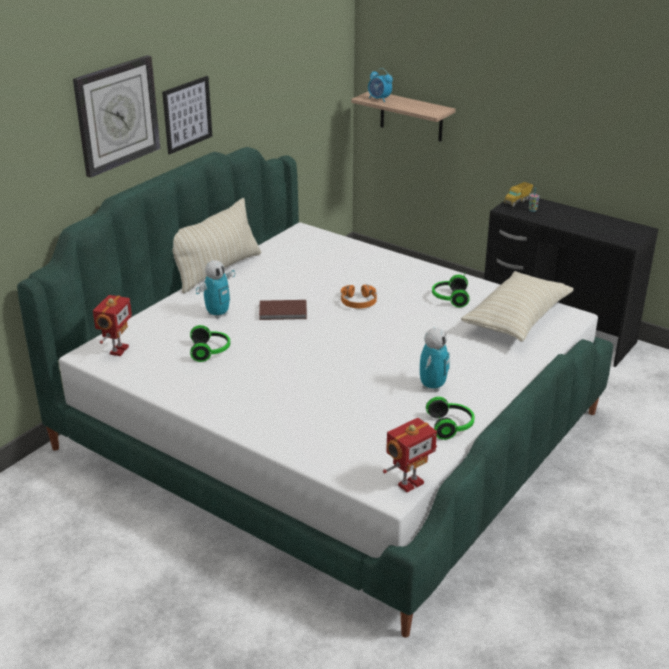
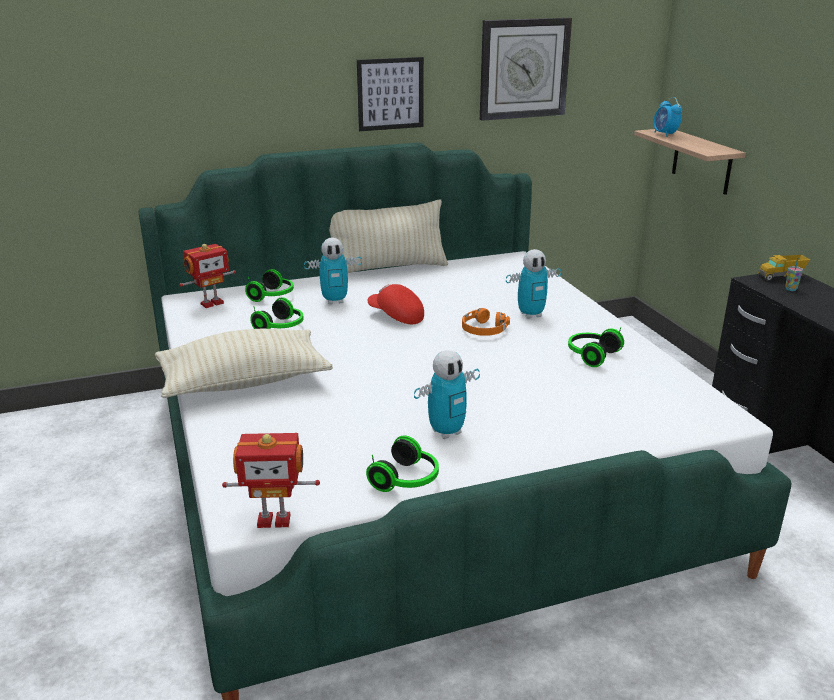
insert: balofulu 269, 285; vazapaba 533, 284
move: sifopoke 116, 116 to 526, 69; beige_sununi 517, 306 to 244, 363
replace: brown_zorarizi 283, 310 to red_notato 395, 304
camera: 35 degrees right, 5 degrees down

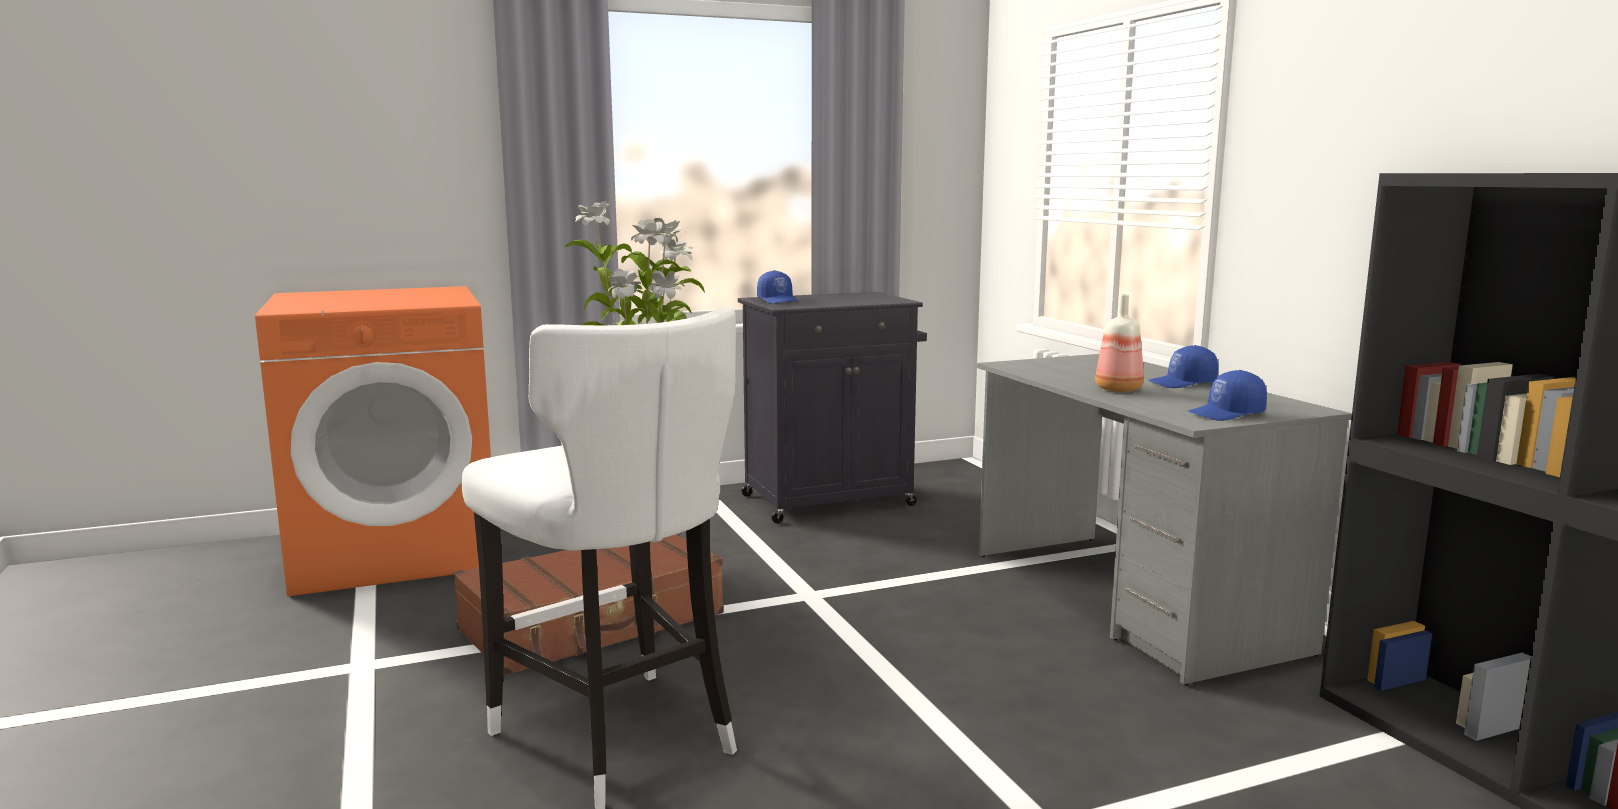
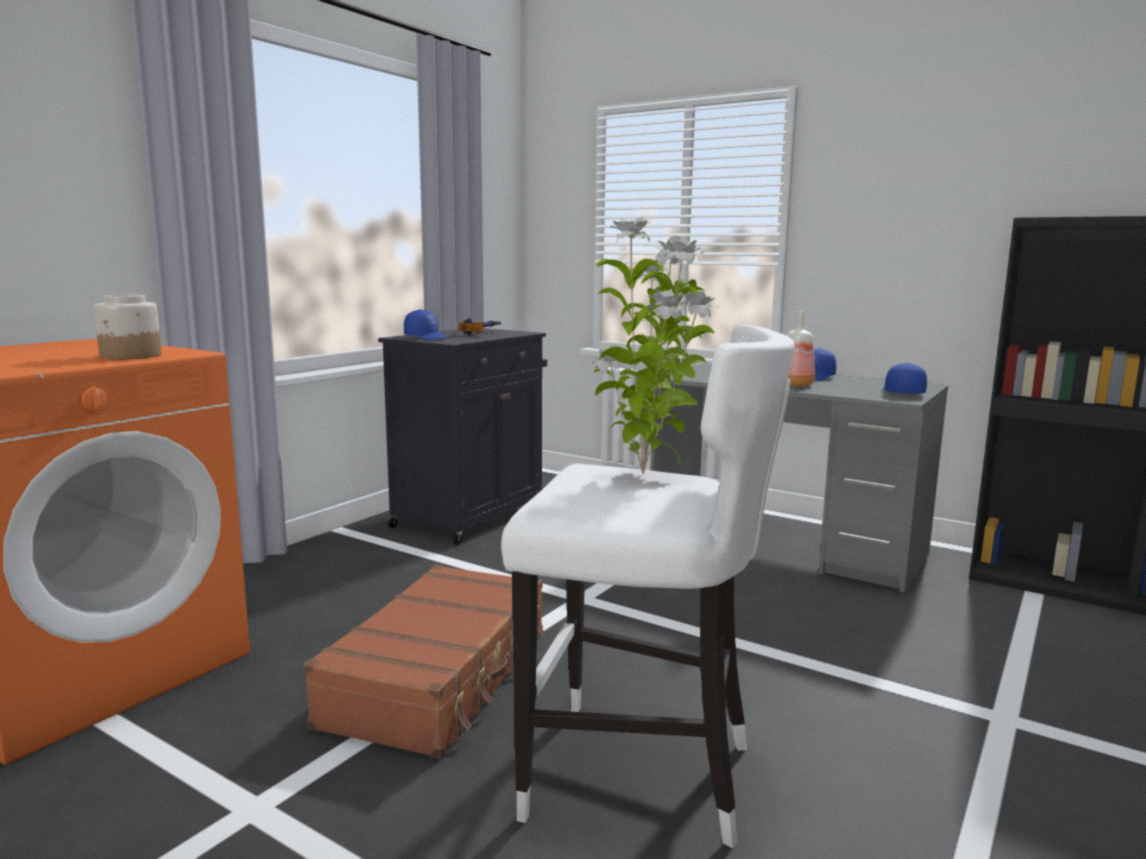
insert: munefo 127, 326; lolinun 480, 326
rotate: blue_notato 1227, 395 = 904, 378 150 degrees clockwise
camera: 35 degrees left, 0 degrees up

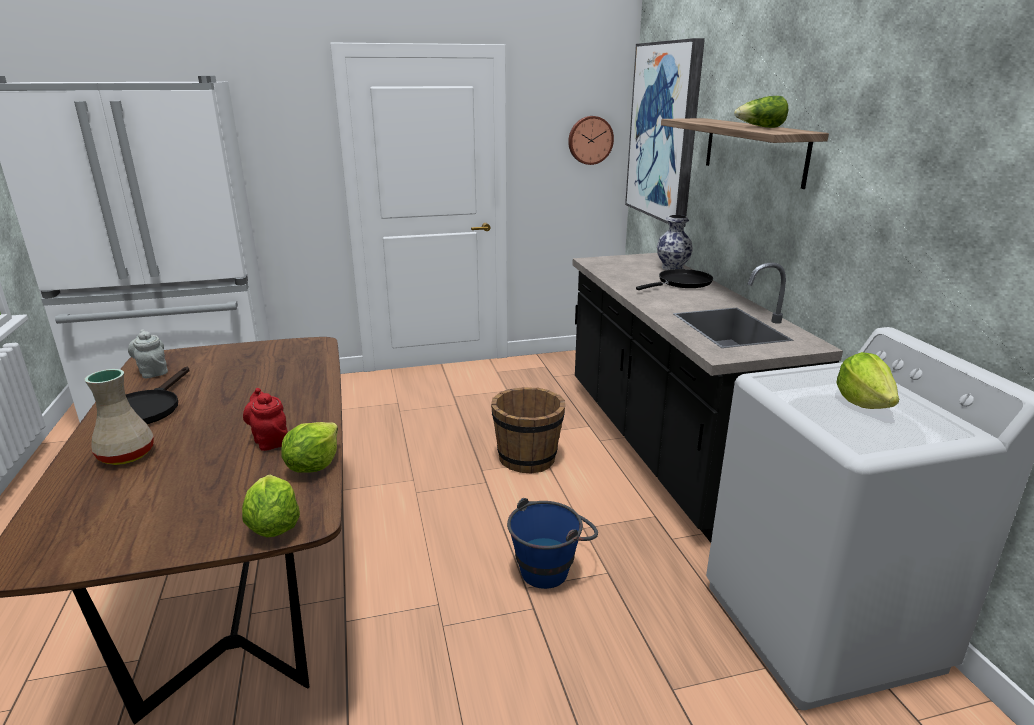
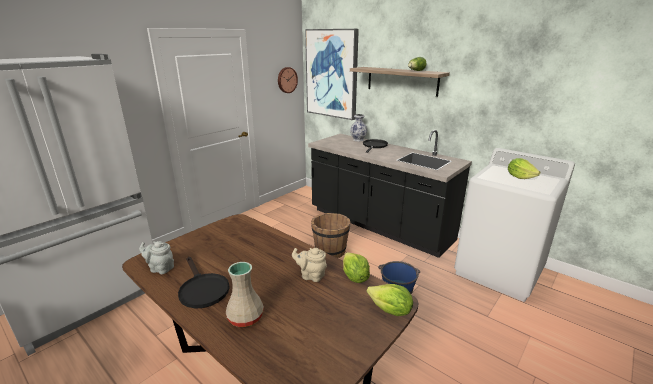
recolor: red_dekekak 265, 419 to beige_dekekak 309, 265
camera: 35 degrees left, 0 degrees up

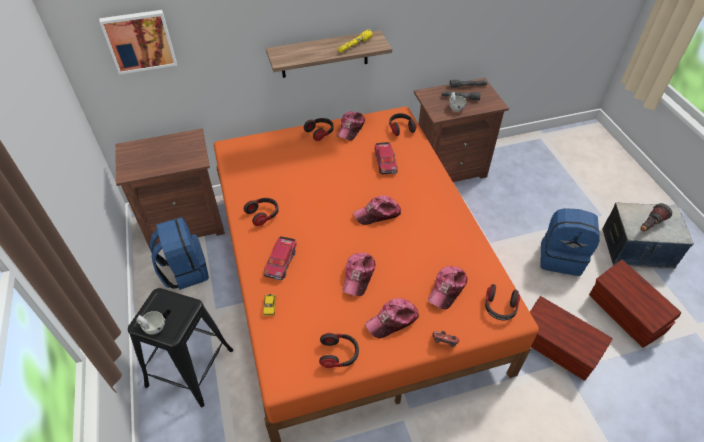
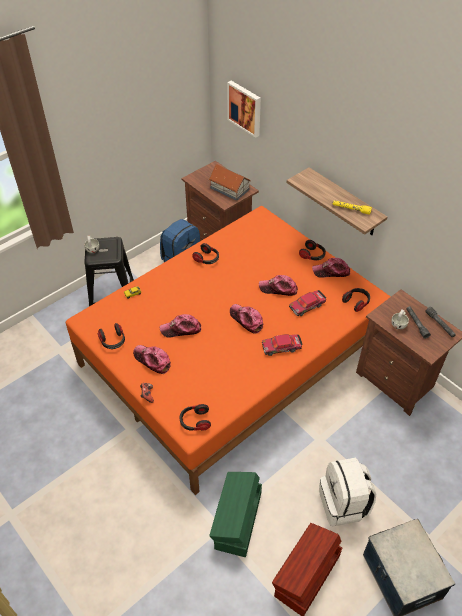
delete: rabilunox 656, 217
insert: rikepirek 230, 182
move: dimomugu 280, 258 to 282, 345; notato 447, 288 to 278, 285
recolor: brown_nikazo 571, 338 to green_nikazo 235, 514; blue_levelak 570, 242 to white_levelak 347, 492
camera: 65 degrees right, 0 degrees up

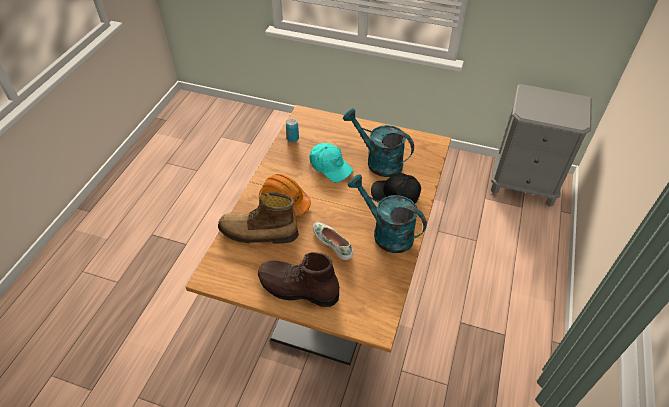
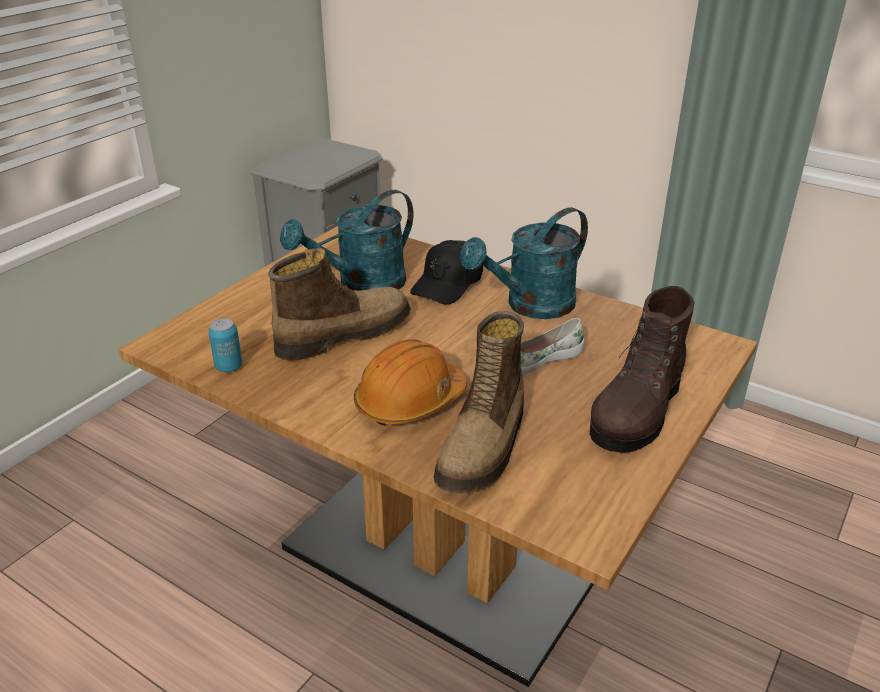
replace: turquoise_notato 331, 163 to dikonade 339, 304
camera: 75 degrees left, 15 degrees down

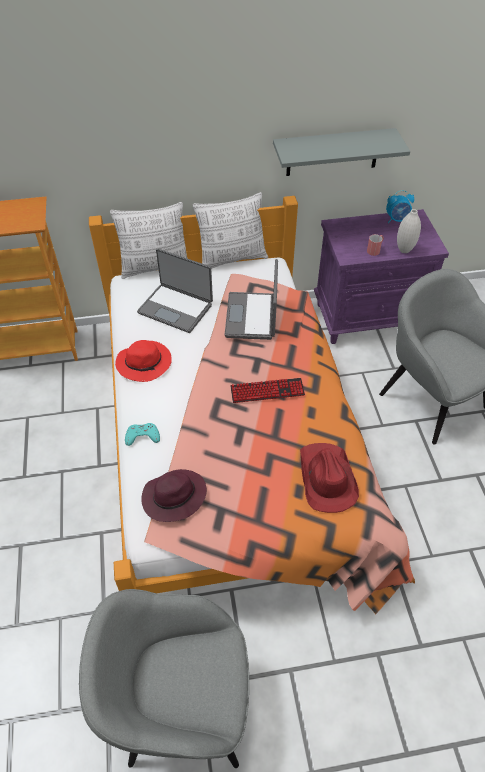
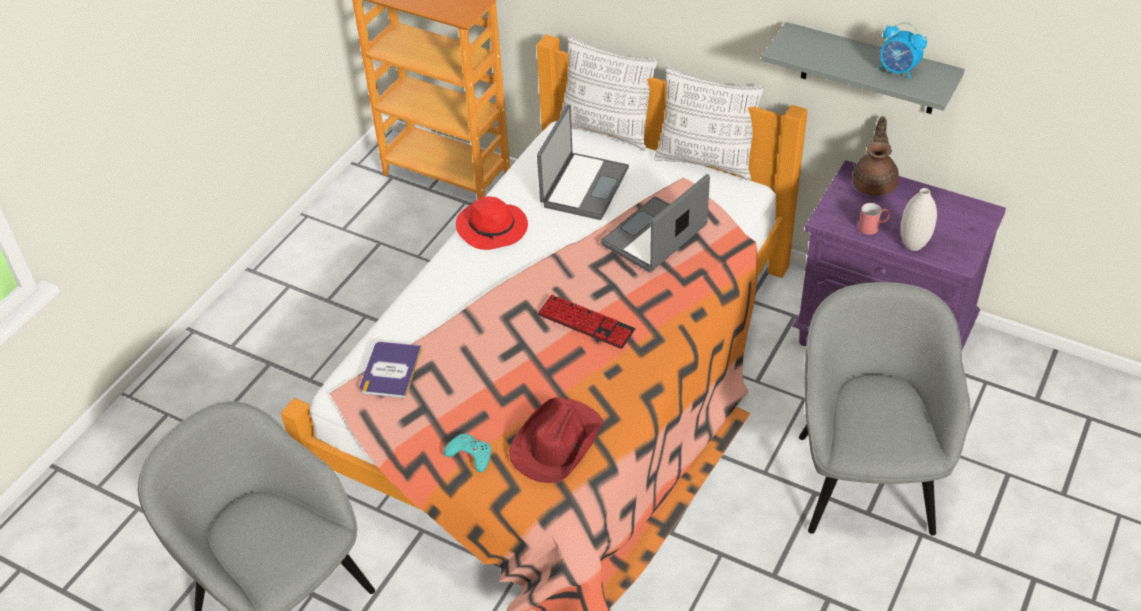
insert: brown_dekekak 875, 156
move: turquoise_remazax 142, 434 to 468, 453; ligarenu 400, 206 to 903, 50
replace: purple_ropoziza 174, 495 to zorarizi 391, 370
rotate: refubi 175, 291 = 583, 162 135 degrees counterclockwise
camera: 40 degrees right, 5 degrees down

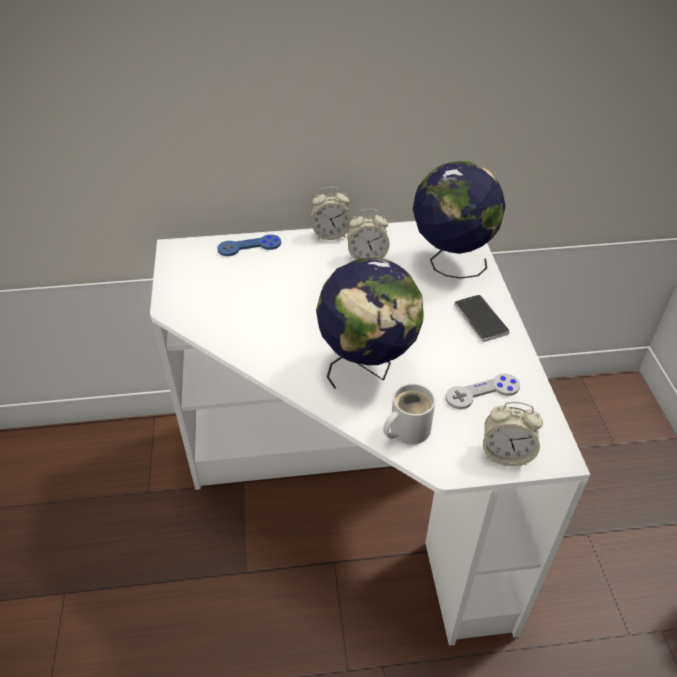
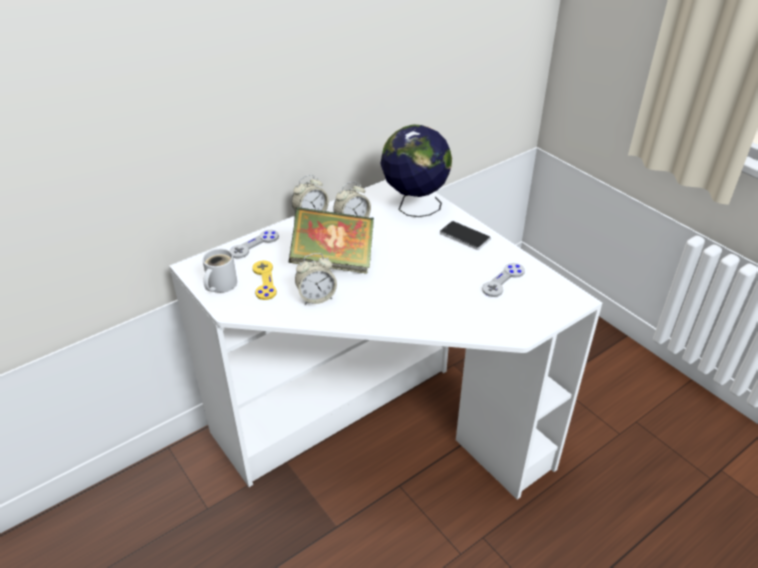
delete: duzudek 370, 323
insert: yellow_remazax 264, 280; zorarizi 331, 240
move: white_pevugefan 409, 413 to 219, 271; ligarenu 513, 434 to 316, 279
recolor: blue_remazax 249, 245 to grey_remazax 254, 244
camera: 30 degrees left, 5 degrees down

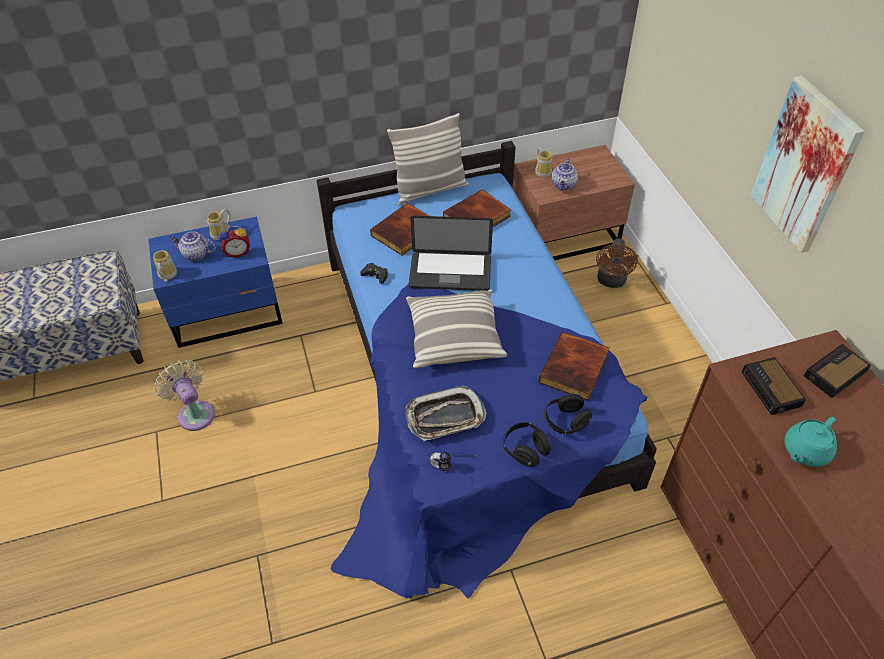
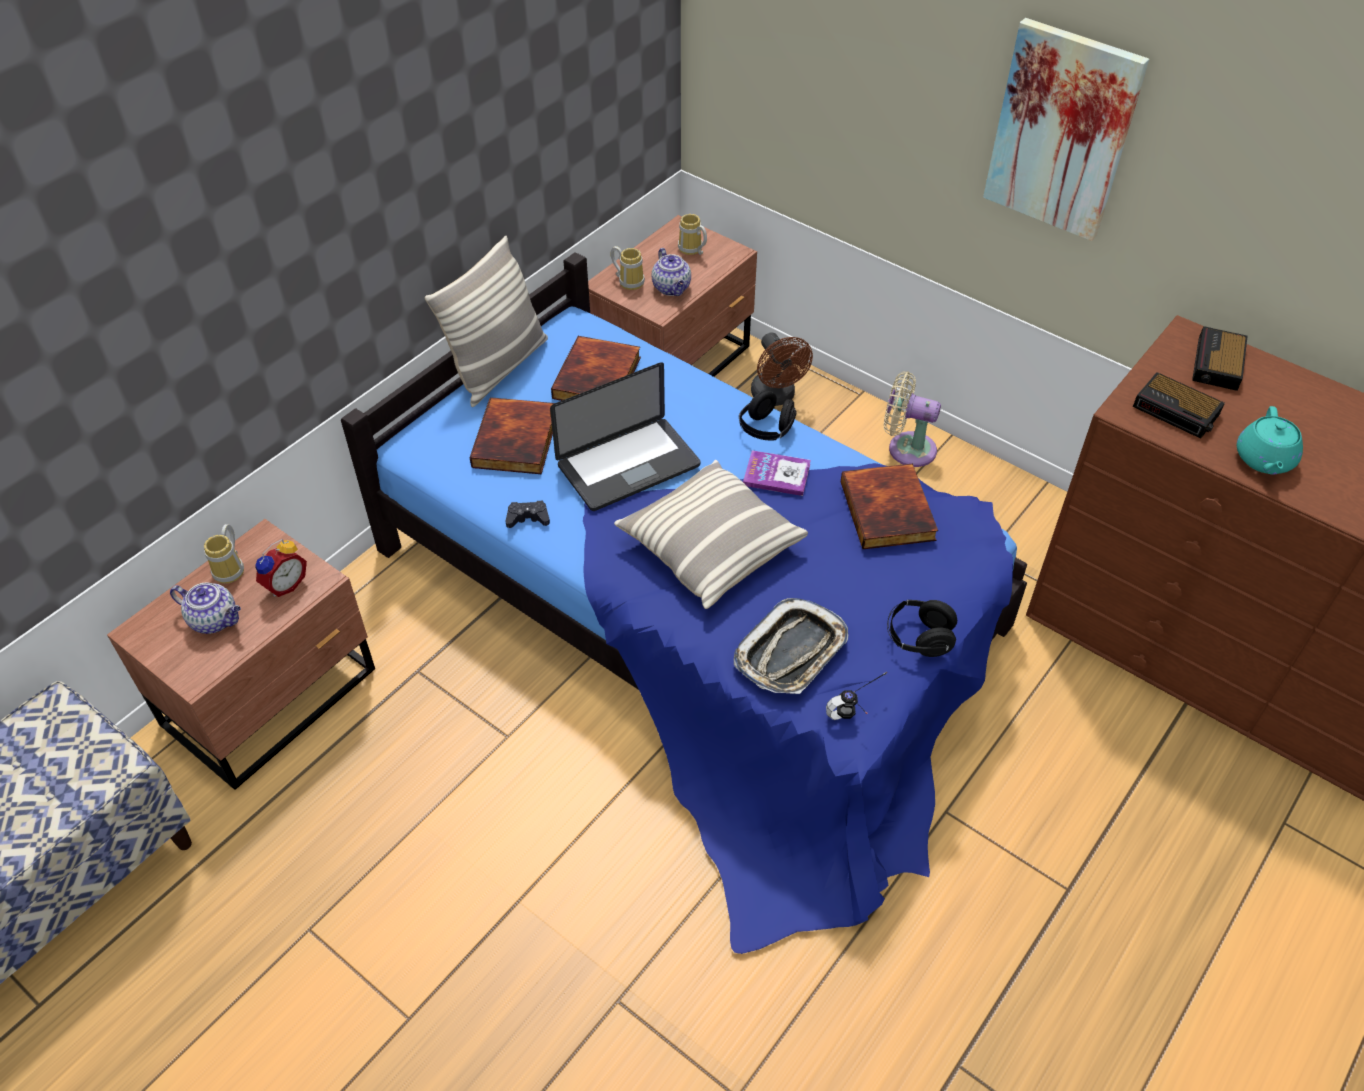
insert: zorarizi 777, 473
move: pevugefan 165, 266 to 692, 234; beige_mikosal 184, 395 to 912, 419; black_balofulu 568, 414 to 768, 415
recolor: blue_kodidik 215, 282 to brown_kodidik 241, 654
rotate: dekekak 192, 246 = 205, 608 135 degrees counterclockwise
camera: 35 degrees left, 0 degrees up

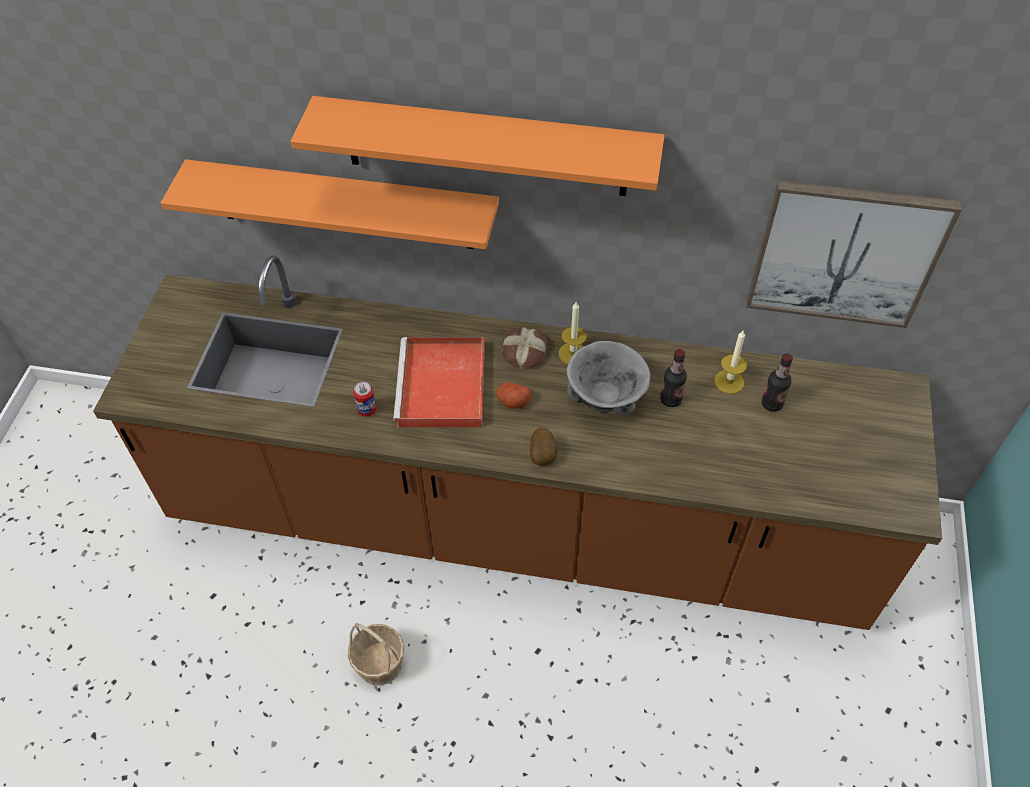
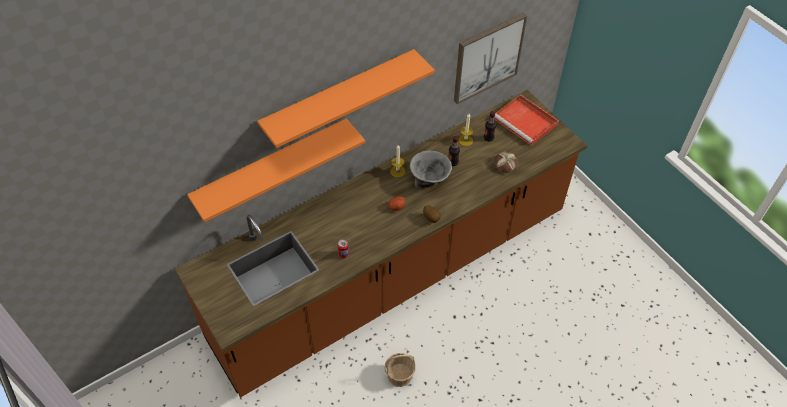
move: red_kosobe 439, 382 to 527, 120; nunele 525, 347 to 506, 162
camera: 45 degrees left, 0 degrees up

